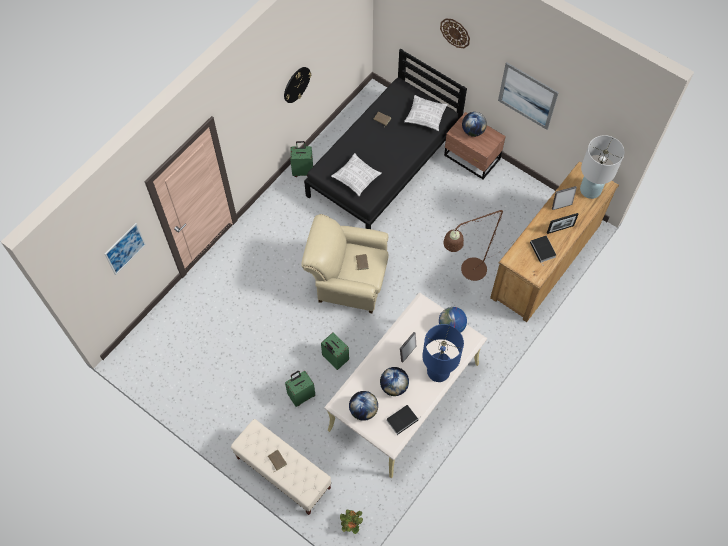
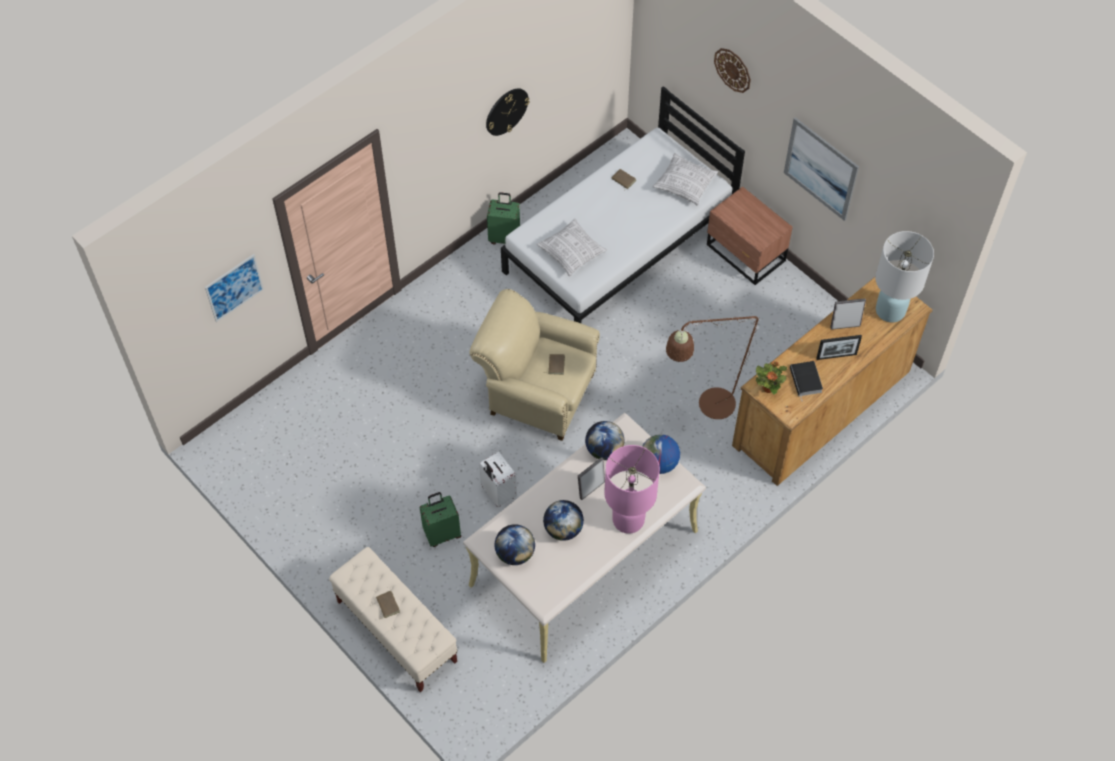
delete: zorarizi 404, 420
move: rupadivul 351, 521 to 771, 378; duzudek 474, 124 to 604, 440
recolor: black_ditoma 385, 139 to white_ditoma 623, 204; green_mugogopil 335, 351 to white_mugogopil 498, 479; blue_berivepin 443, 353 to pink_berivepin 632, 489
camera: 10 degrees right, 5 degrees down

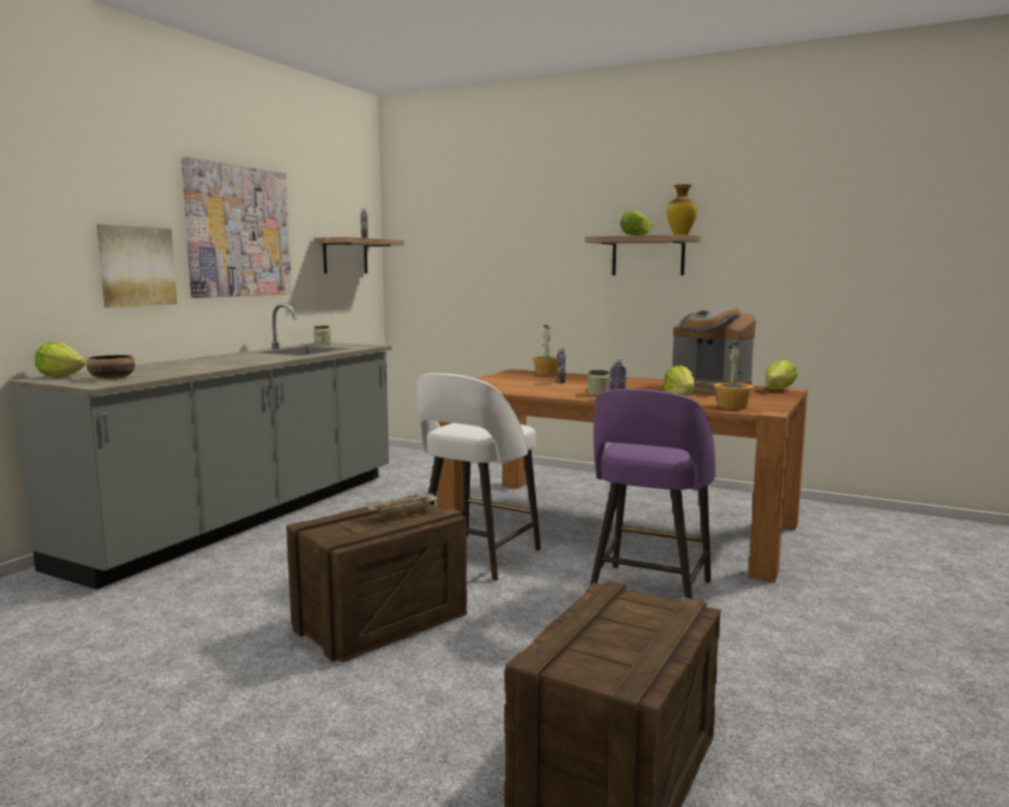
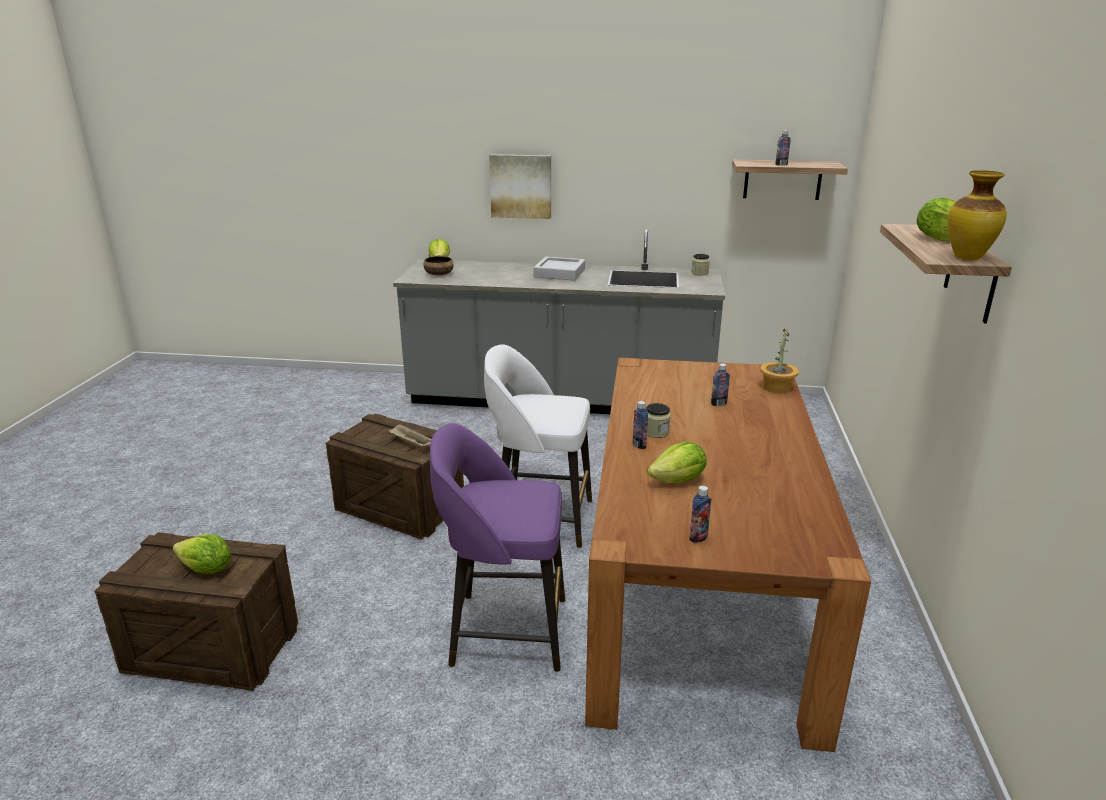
delete: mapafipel 236, 227; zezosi 714, 349; rupadivul 734, 376
insert: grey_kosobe 559, 269; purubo 700, 514
move: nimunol 781, 375 to 202, 554
camera: 70 degrees right, 15 degrees up

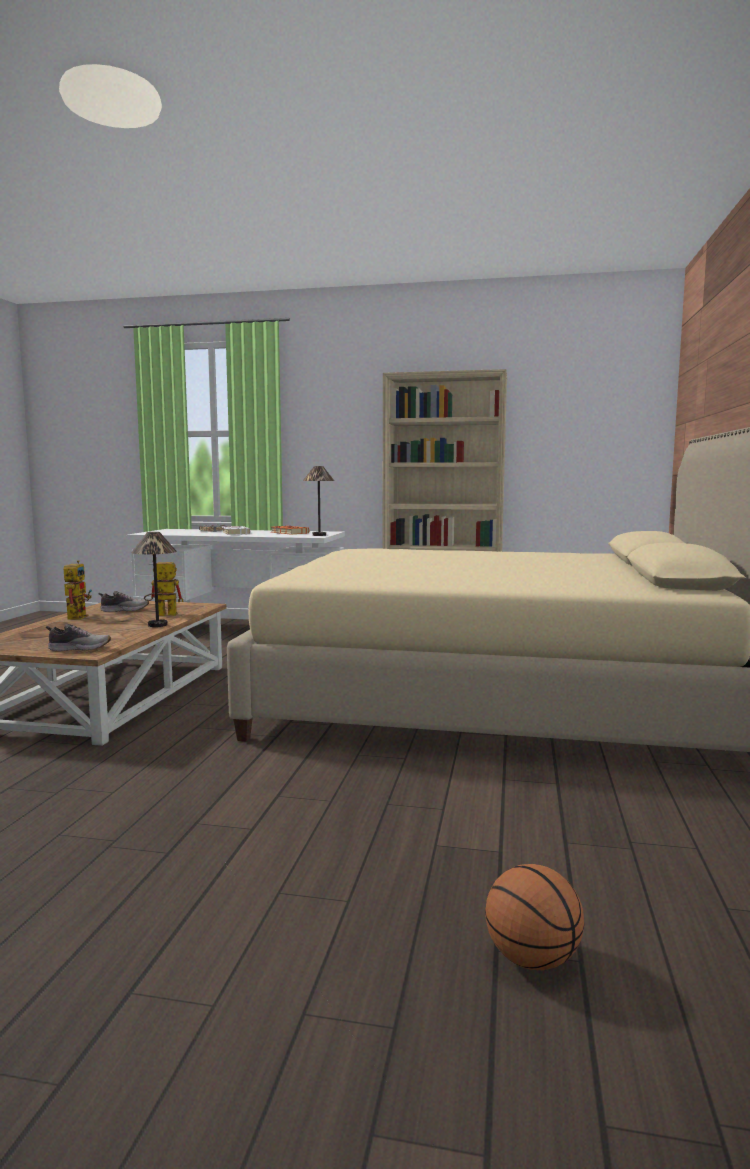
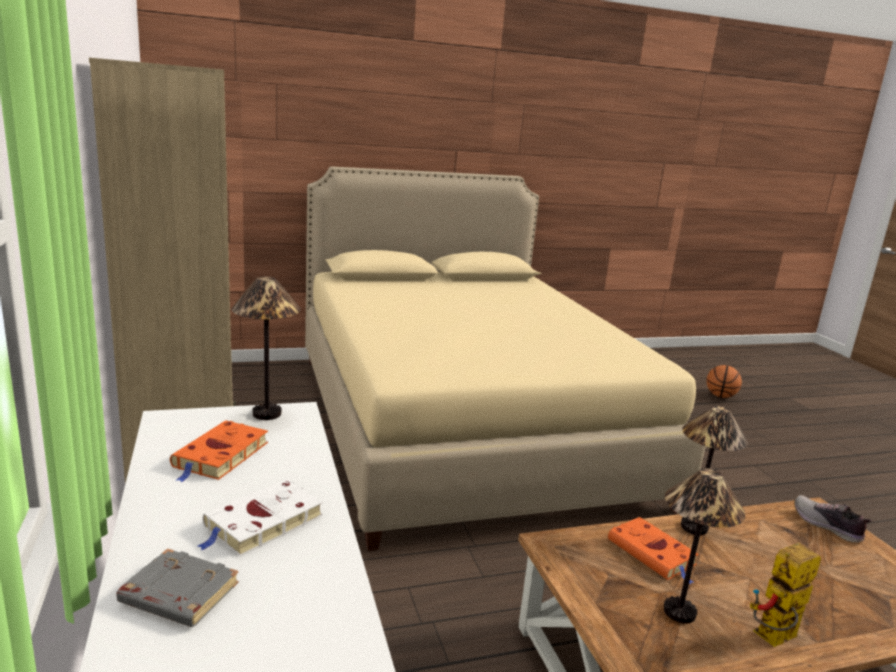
replace: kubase 123, 601 to berivepin 704, 546; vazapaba 163, 588 to orange_zorarizi 653, 550
camera: 120 degrees left, 10 degrees up

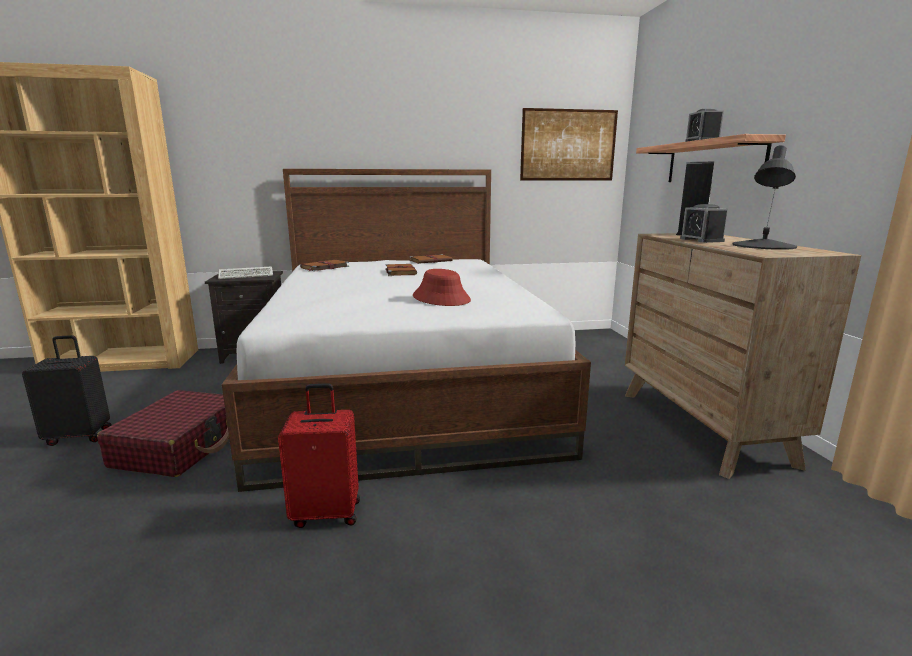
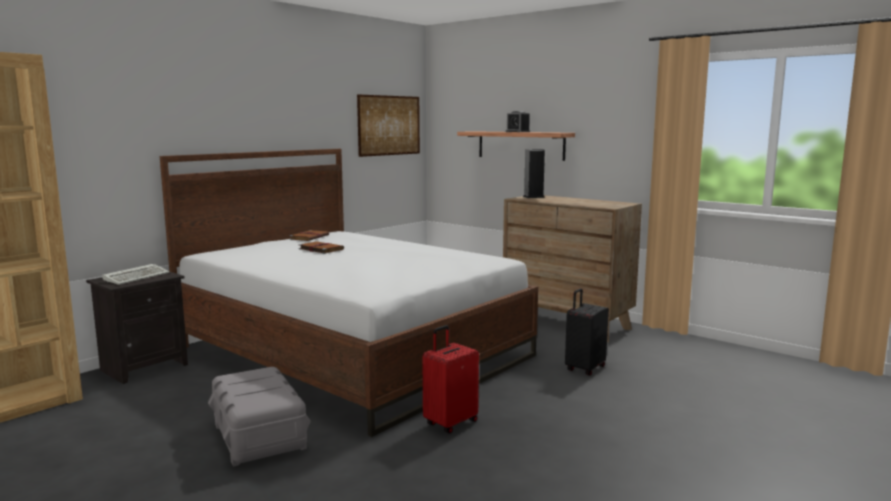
delete: brown_zorarizi 324, 265; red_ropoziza 442, 287; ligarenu 704, 223; black_berivepin 764, 197
move: black_mugogopil 67, 390 to 587, 332
replace: red_mugogopil 163, 433 to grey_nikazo 259, 417
camera: 40 degrees left, 5 degrees down

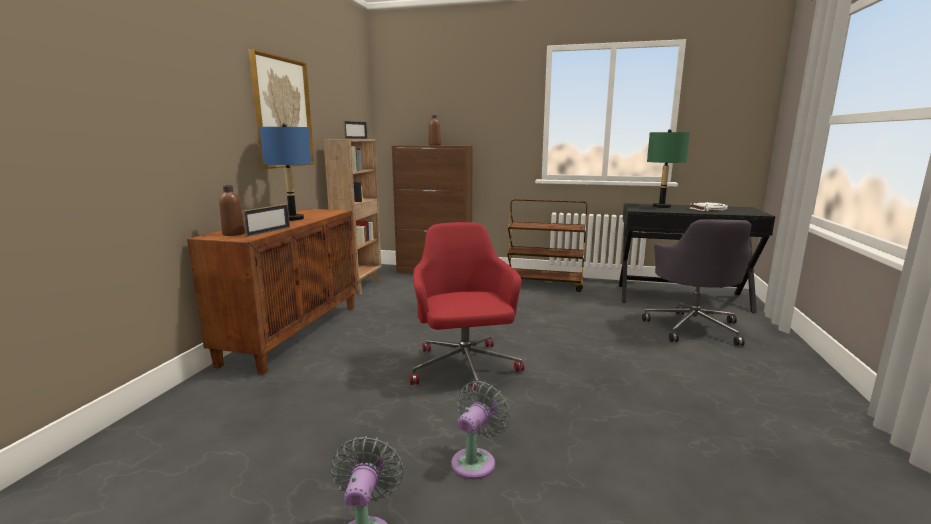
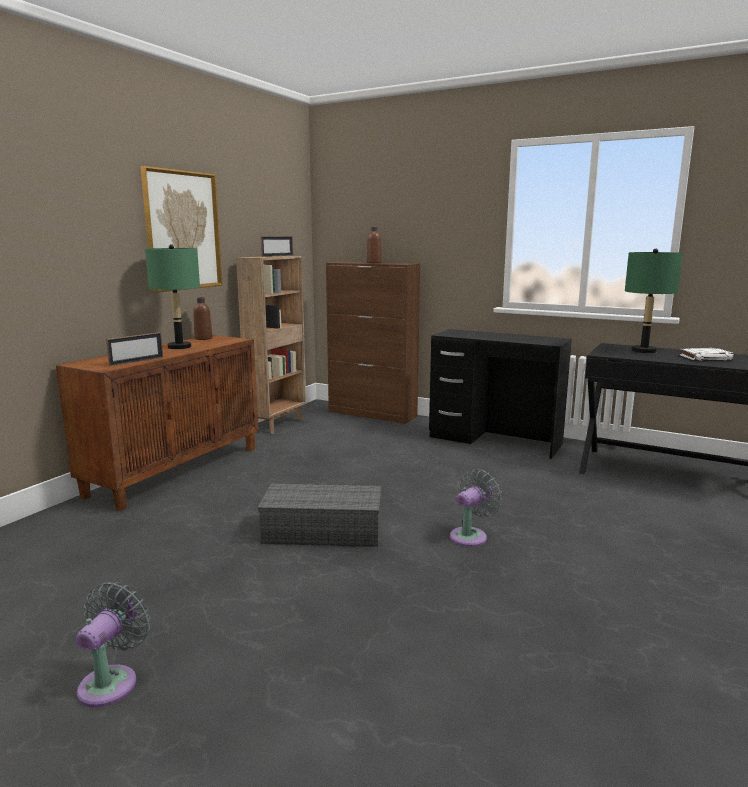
delete: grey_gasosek 697, 282
move: brown_purubo 232, 210 to 203, 318; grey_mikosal 481, 430 to 476, 508
replace: red_gasosek 467, 306 to grey_nikazo 320, 515; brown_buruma 547, 245 to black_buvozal 500, 394
recolor: blue_berivepin 285, 172 to green_berivepin 172, 296
camera: 15 degrees right, 0 degrees up

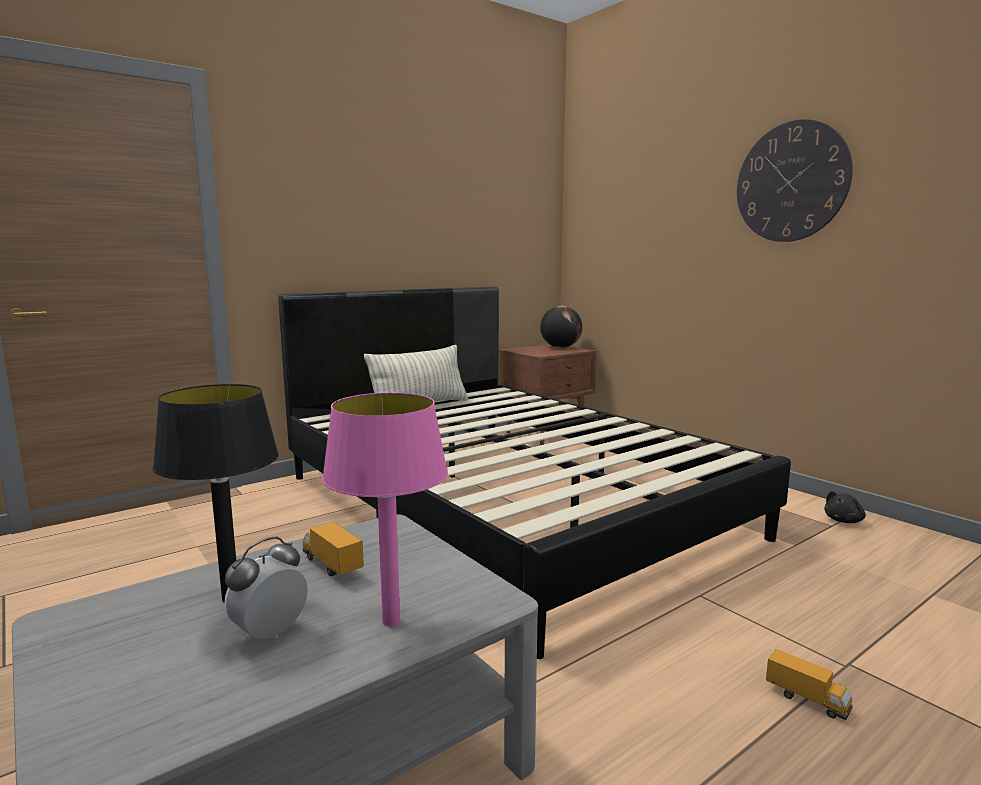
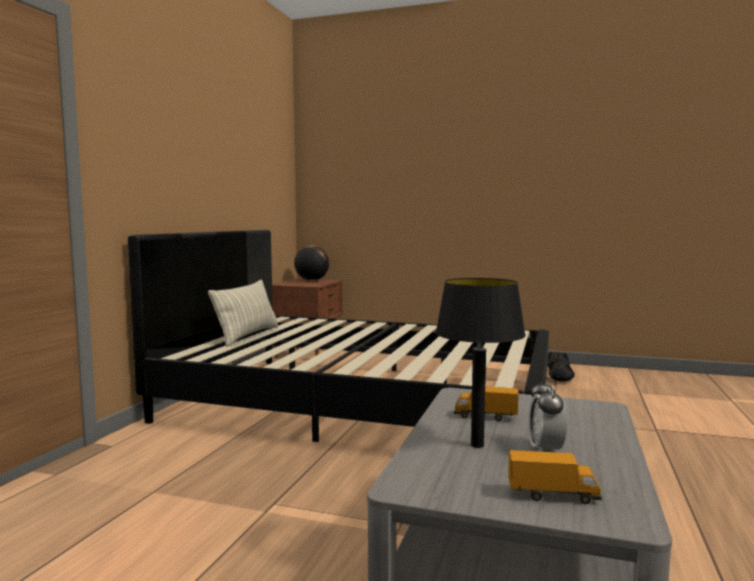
delete: pink_berivepin 385, 509; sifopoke 795, 180
insert: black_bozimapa 562, 371
move: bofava 809, 684 to 555, 477
camera: 35 degrees left, 5 degrees down

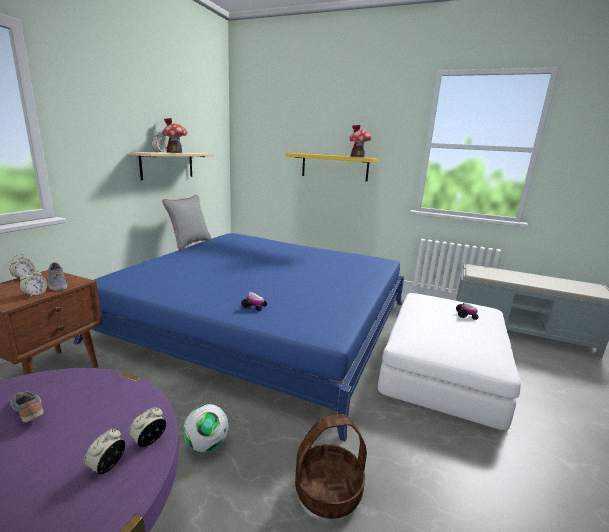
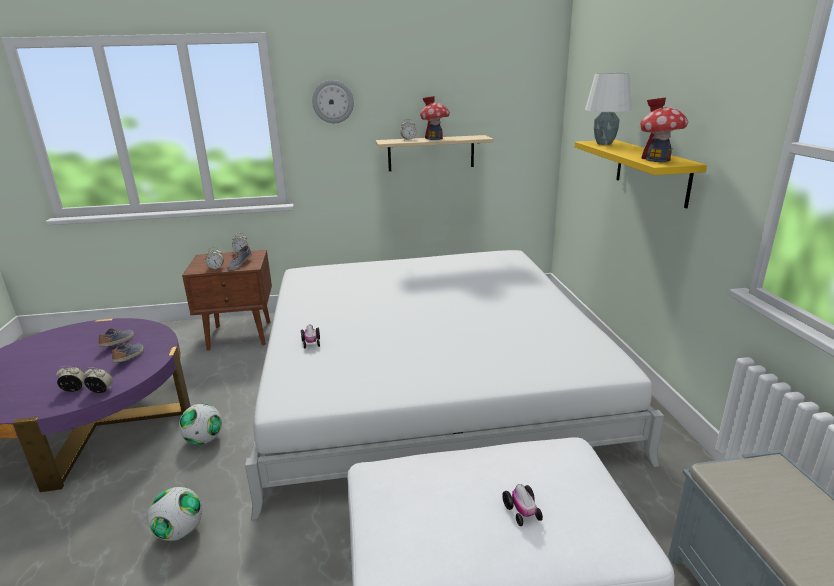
delete: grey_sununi 187, 222
insert: kubase 128, 353; sifopoke 333, 101; white_berivepin 608, 109
replace: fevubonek 331, 466 to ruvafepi 175, 514
recolor: blue_ditoma 238, 337 to white_ditoma 454, 385
camera: 60 degrees right, 5 degrees up

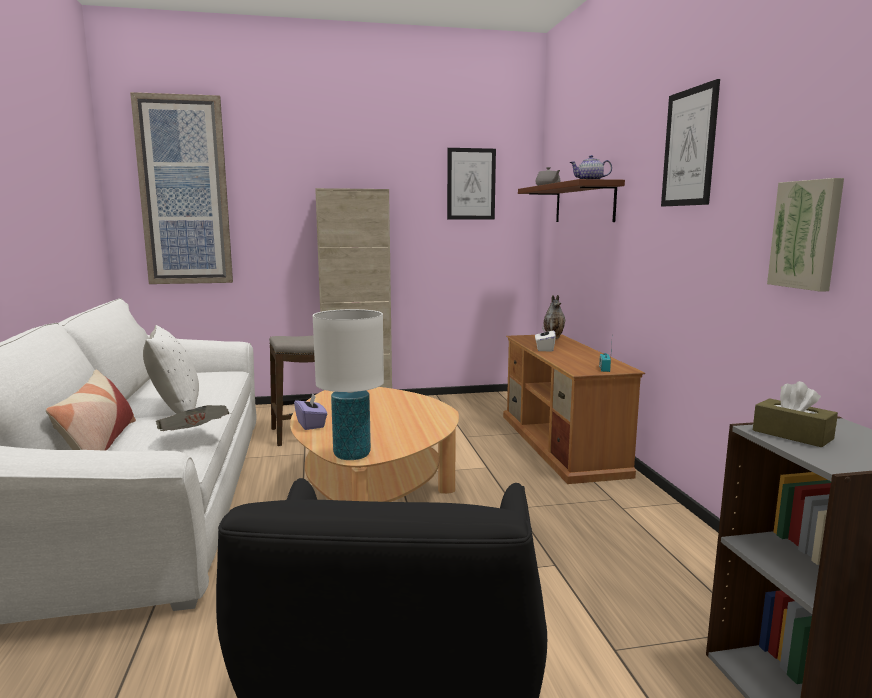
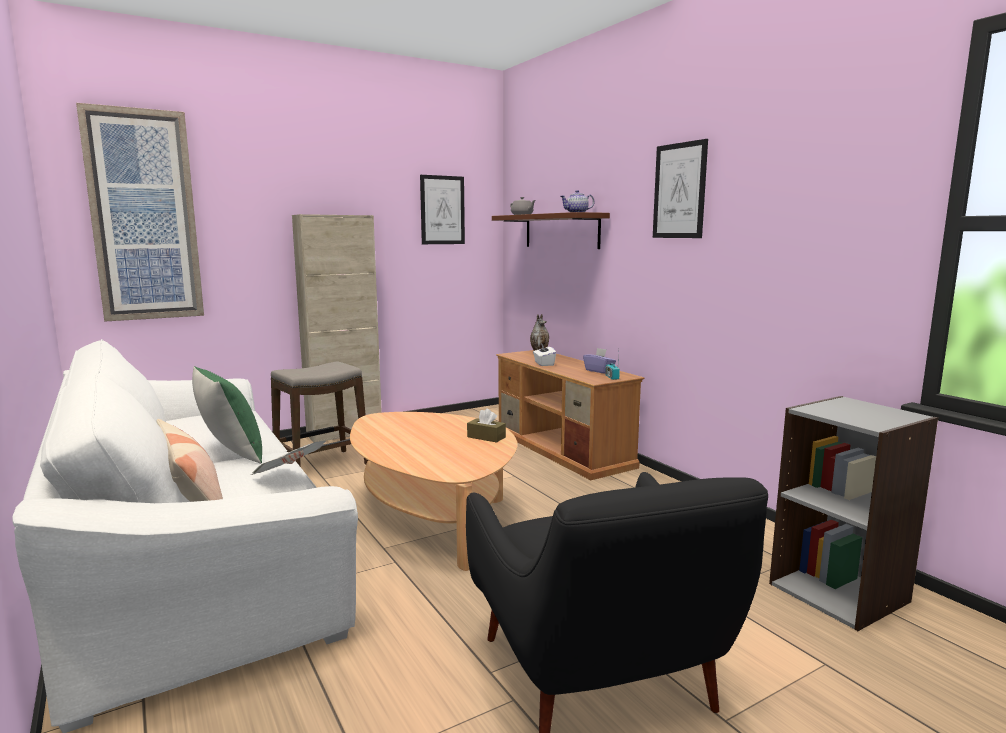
delete: white_berivepin 348, 384; mapafipel 805, 235
move: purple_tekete 310, 411 to 599, 361; brown_tekete 795, 414 to 486, 425
recolor: white_sununi 171, 369 to green_sununi 227, 415
camera: 20 degrees left, 0 degrees up

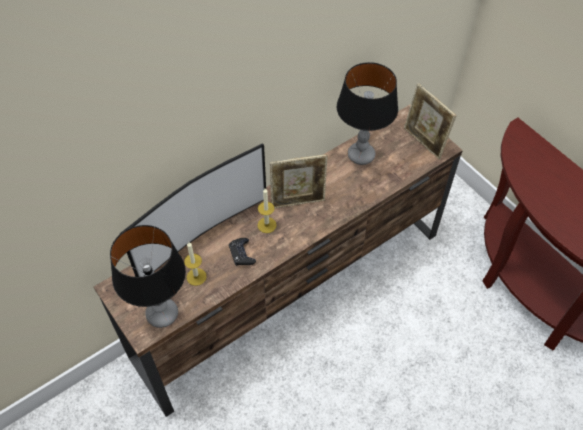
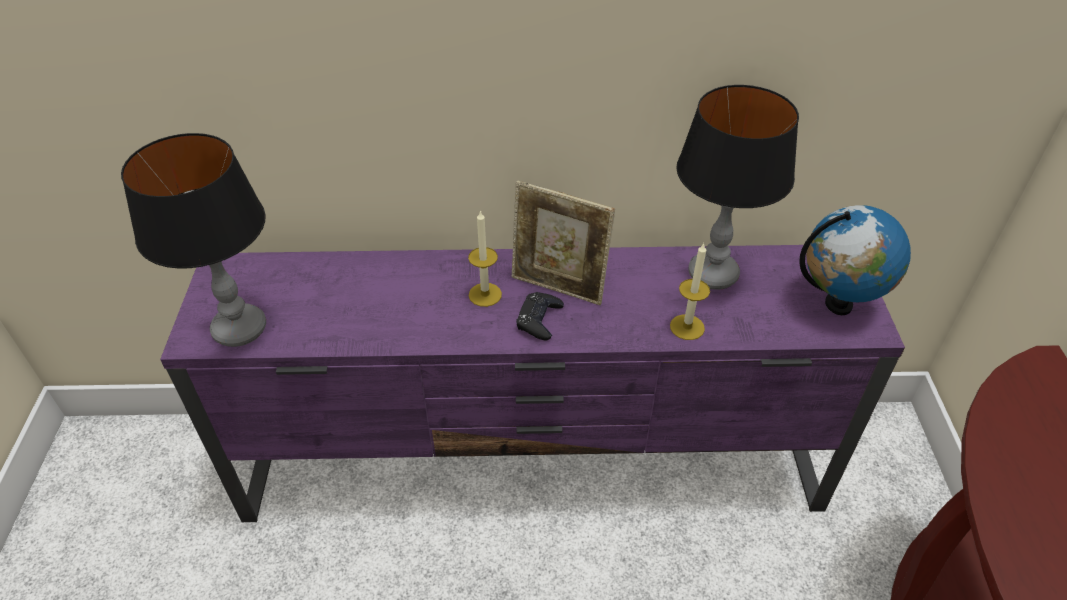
delete: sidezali 193, 210
move: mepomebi 195, 264 to 690, 291; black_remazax 242, 252 to 540, 316
replace: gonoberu 430, 121 to duzudek 855, 260
recolor: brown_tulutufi 278, 260 to purple_tulutufi 532, 383
camera: 35 degrees right, 10 degrees down

